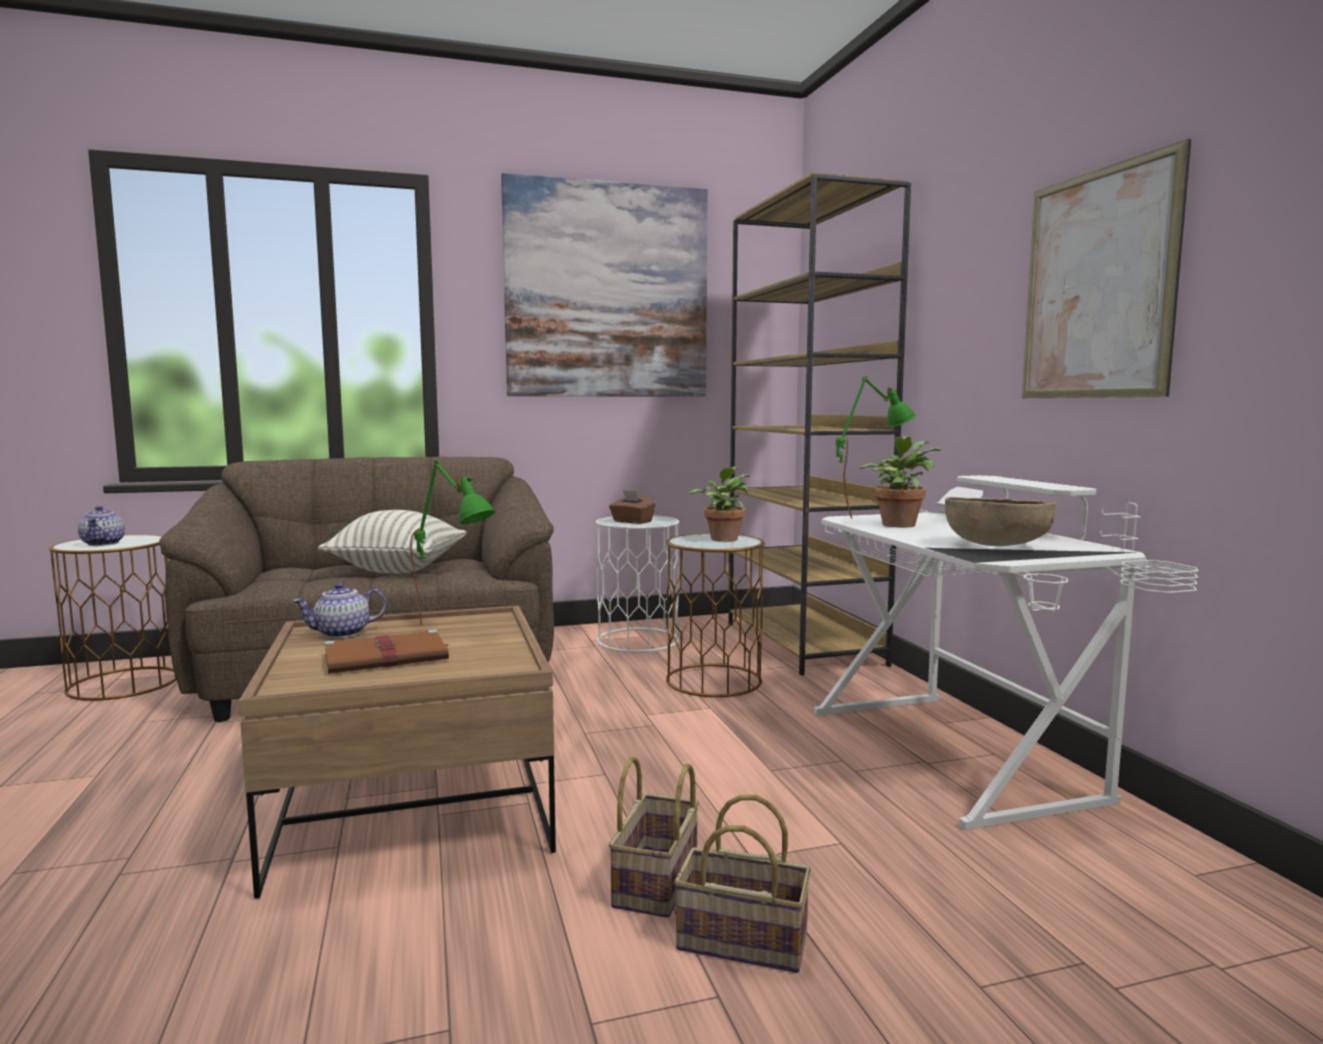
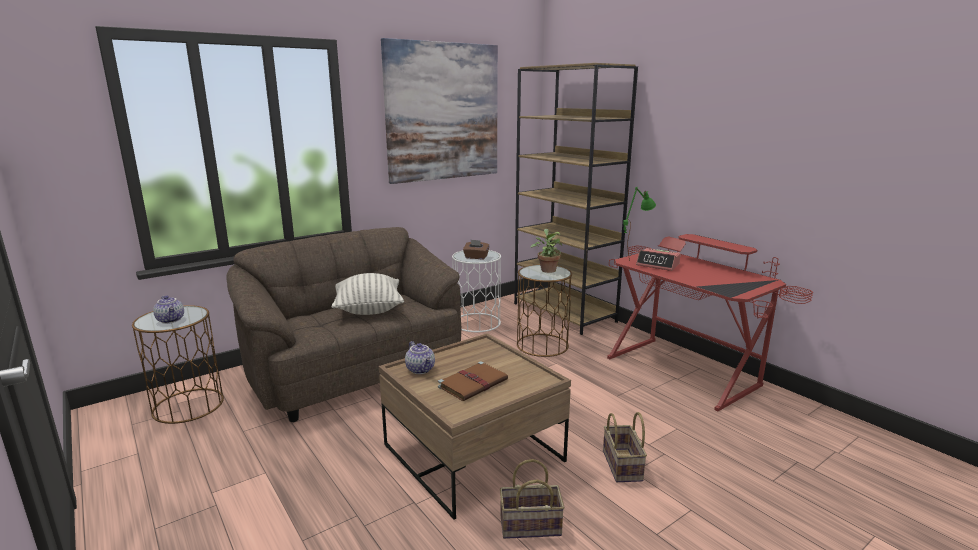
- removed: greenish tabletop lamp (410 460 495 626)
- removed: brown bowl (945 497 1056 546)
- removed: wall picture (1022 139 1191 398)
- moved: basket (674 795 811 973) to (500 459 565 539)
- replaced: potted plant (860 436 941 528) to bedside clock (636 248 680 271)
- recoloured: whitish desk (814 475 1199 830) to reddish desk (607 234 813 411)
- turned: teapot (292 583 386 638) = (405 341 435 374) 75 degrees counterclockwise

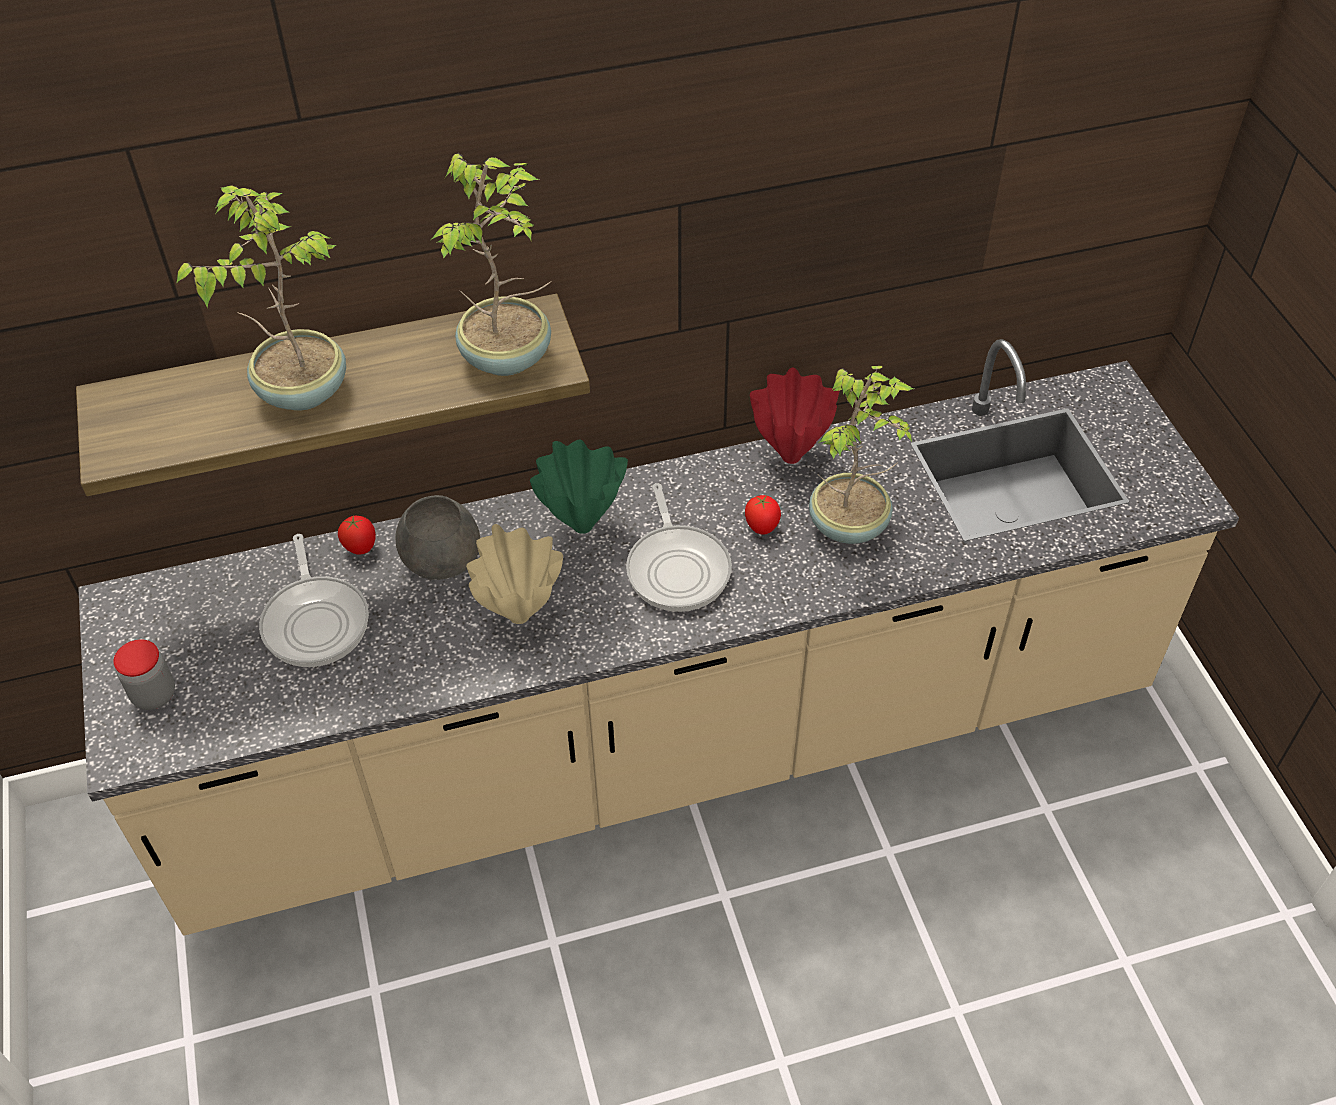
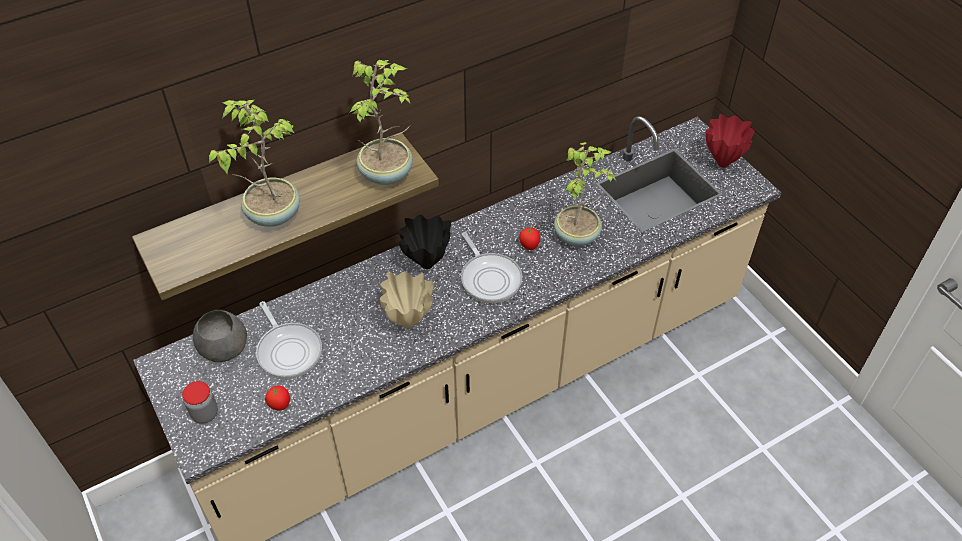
- moved: whole tomato (338 516 376 555) to (265 386 290 411)
- moved: greyish bowl (396 495 480 580) to (193 310 247 362)
- moved: reddish decorative vase (750 368 840 464) to (705 114 755 168)
- recoloured: greenish decorative vase (530 440 628 534) to blackish decorative vase (398 215 451 269)

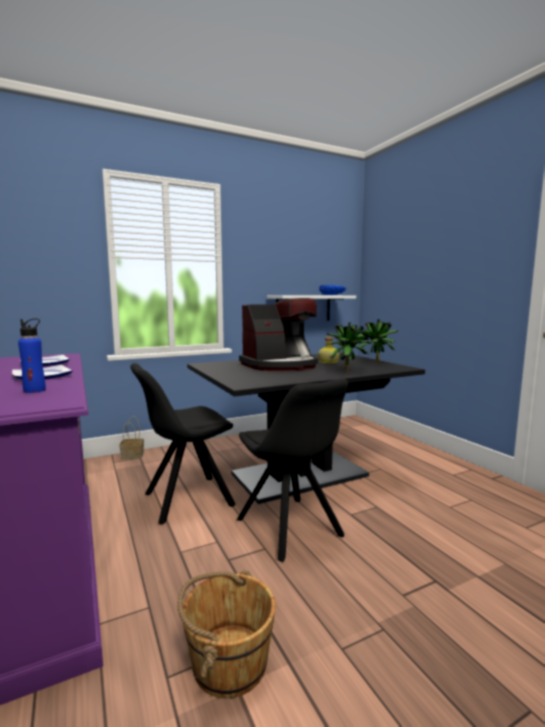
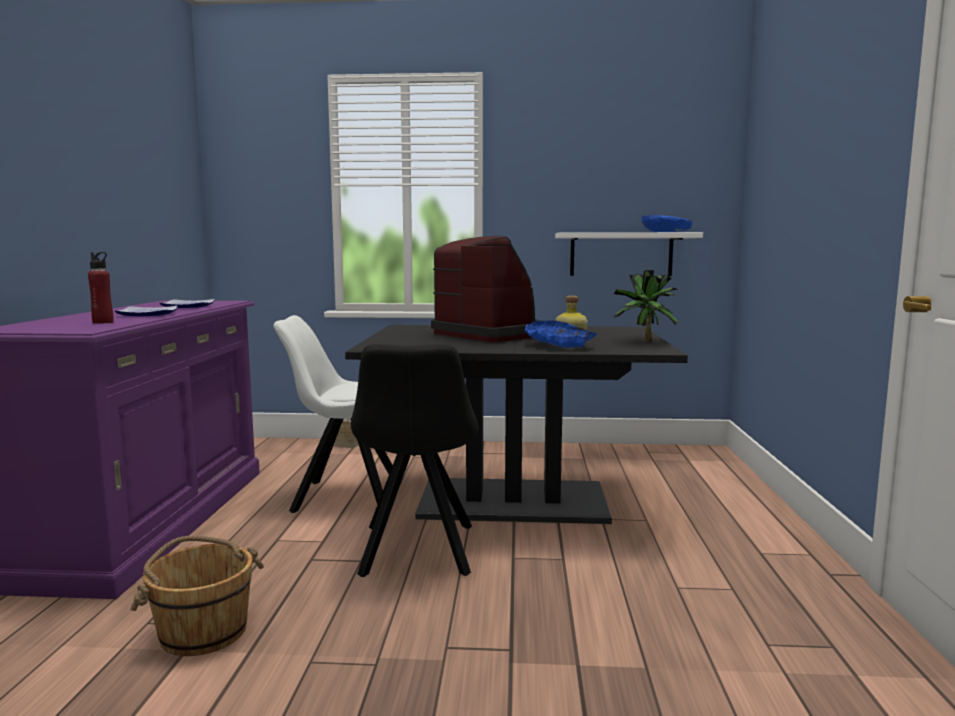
- replaced: potted plant (327 322 371 371) to blue-coloured bowl (525 320 597 348)
- recoloured: blue-coloured bottle (18 318 46 393) to reddish bottle (88 252 114 324)
- recoloured: blackish chair (130 363 235 525) to whitish chair (274 315 393 513)
- turned: coffee brewer (239 298 318 371) = (431 236 541 342) 135 degrees counterclockwise

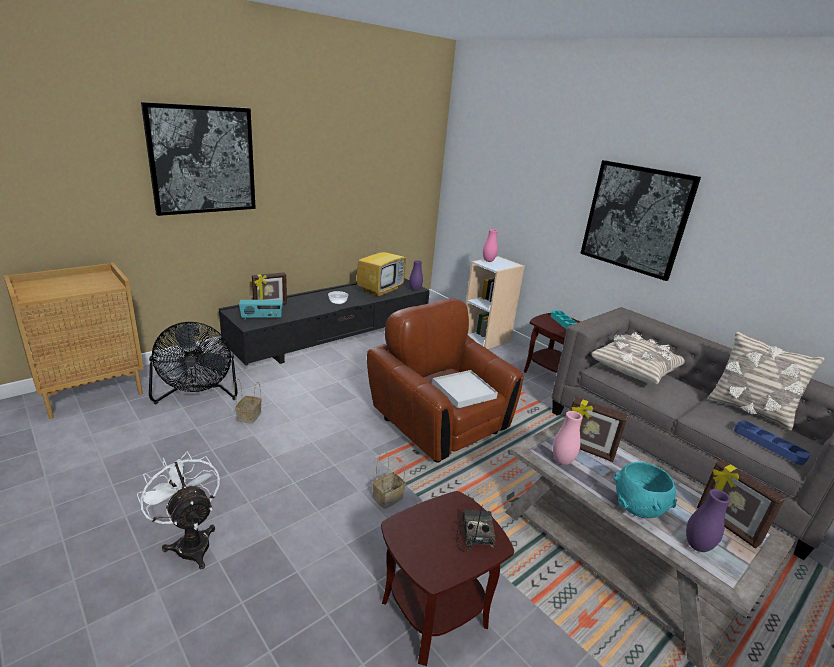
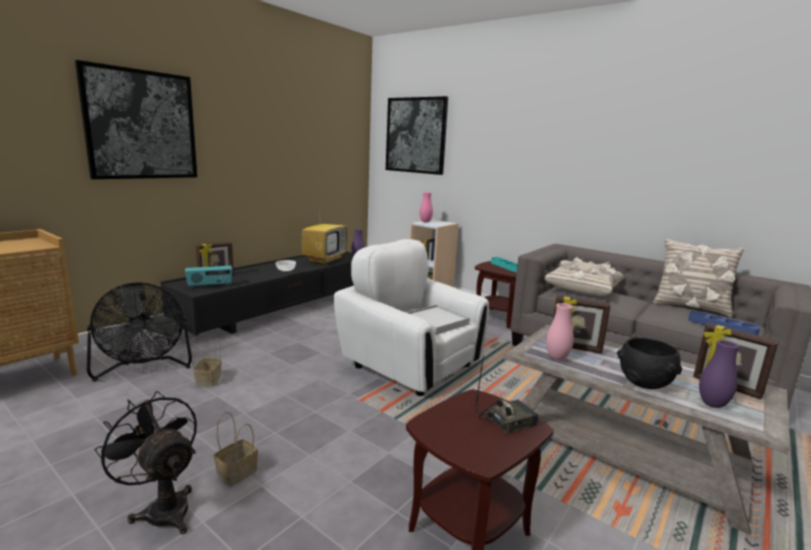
- moved: basket (373 451 406 509) to (214 411 258 487)
- moved: wall picture (580 160 701 281) to (386 96 448 175)
- recoloured: whitish fan (137 451 220 569) to blackish fan (95 391 197 534)
- recoloured: brown armchair (367 298 523 463) to whitish armchair (334 239 489 396)
- recoloured: turquoise bowl (613 462 677 518) to blackish bowl (617 338 682 389)
- turned: radio receiver (456 504 496 552) = (476 355 539 434) 75 degrees clockwise

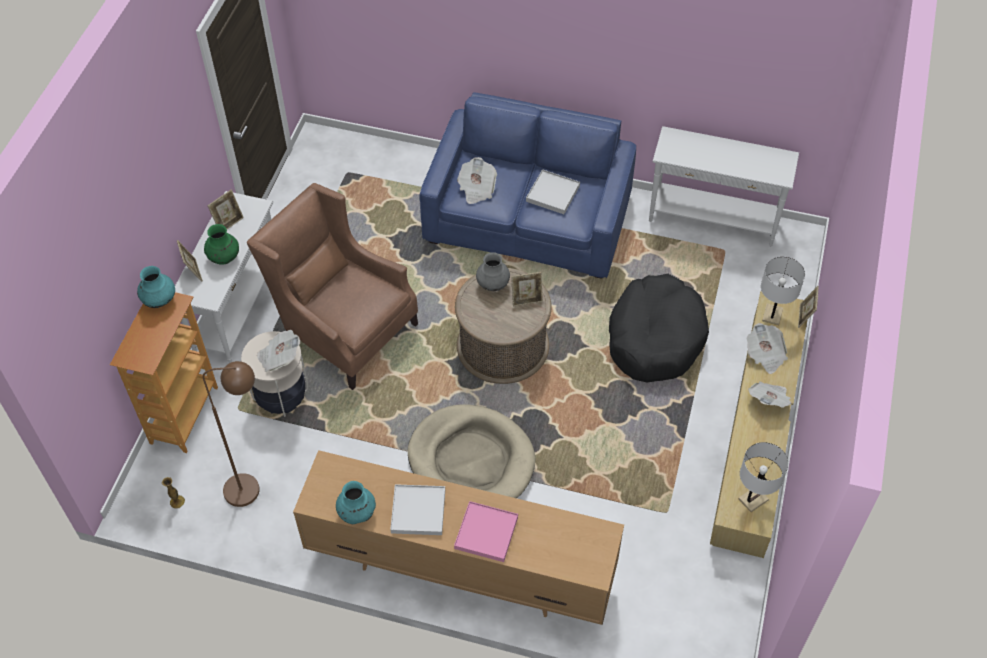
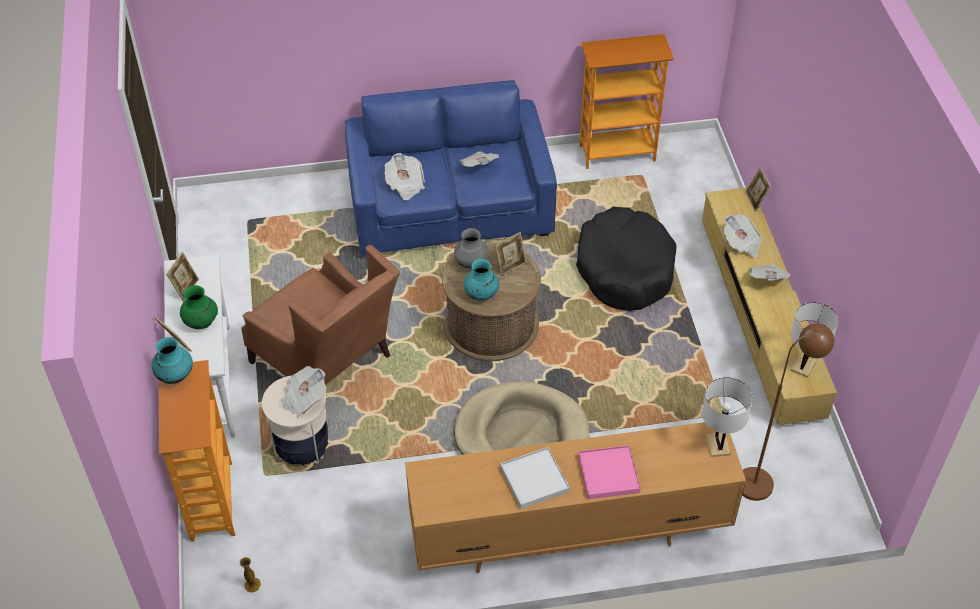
- moved: brown standard lamp (203 361 260 507) to (742 323 834 501)
- moved: turquoise decorative vase (336 481 376 524) to (464 259 499 301)
- moved: whitish tabletop lamp (761 257 805 325) to (702 377 753 457)
- replaced: whitish carrying tray (526 169 580 214) to printed paper (460 151 499 167)
- replaced: whitish console table (649 126 799 246) to shelving unit (579 34 674 169)
- turned: brown armchair (247 183 418 390) = (241 245 400 385) 150 degrees counterclockwise

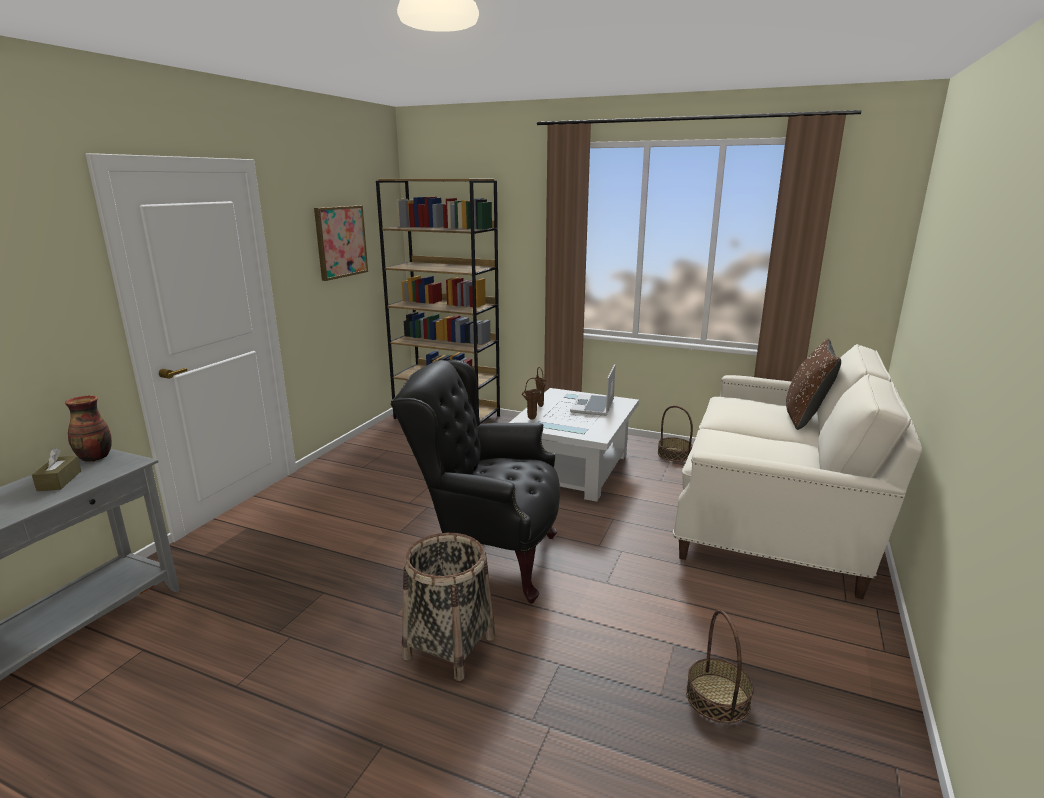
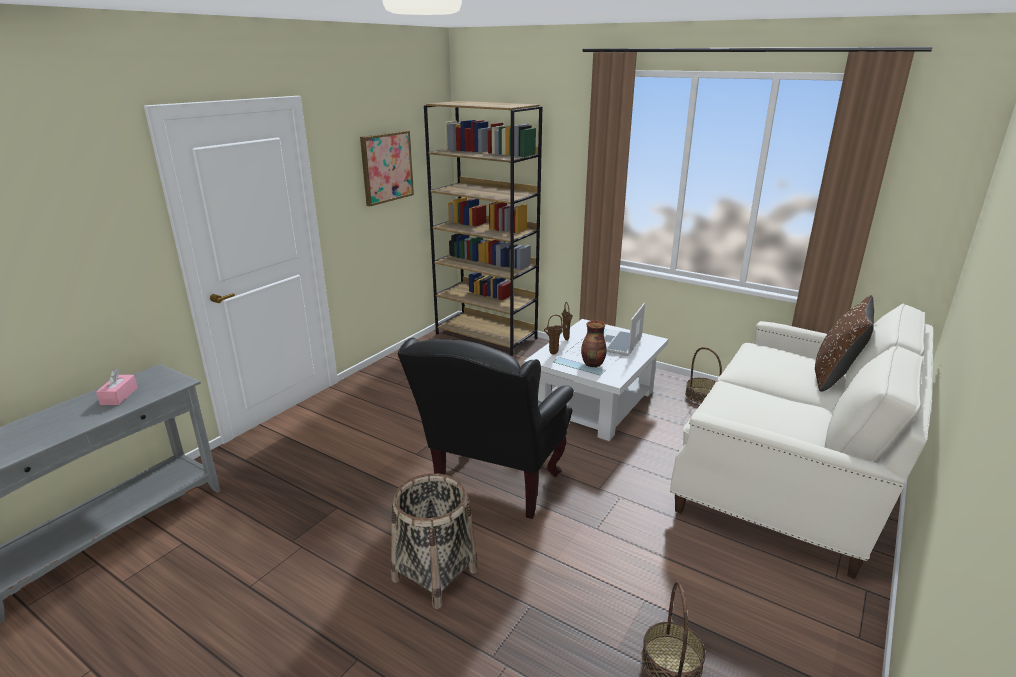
- moved: decorative vase (65 395 112 462) to (581 321 607 367)
- recoloured: brown tissue holder (32 448 81 491) to pink tissue holder (96 369 138 405)
- turned: blackish armchair (391 360 560 604) = (398 338 574 519) 90 degrees counterclockwise

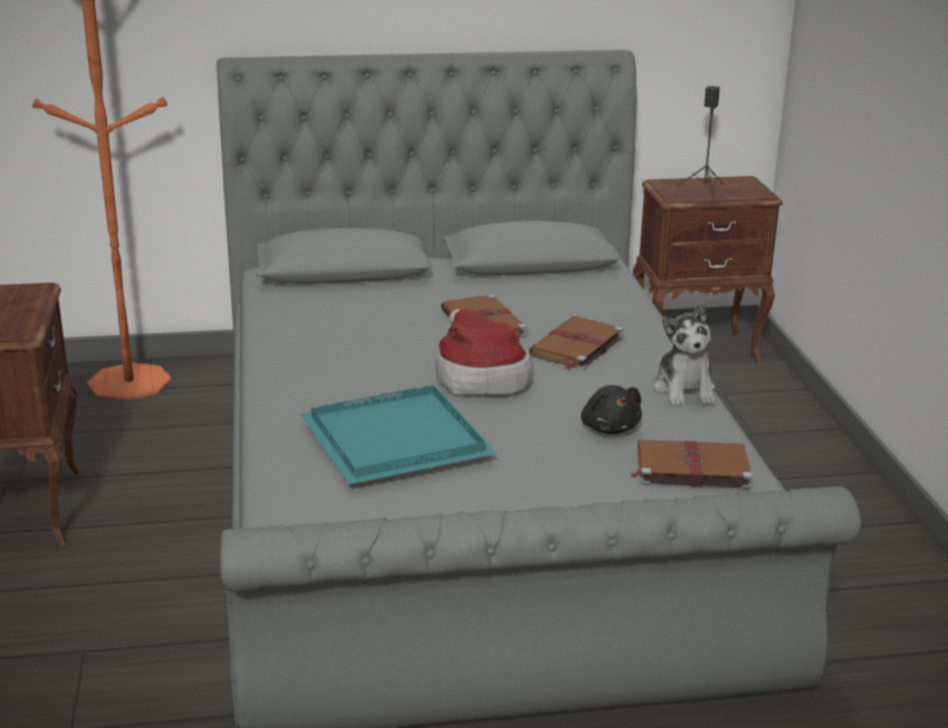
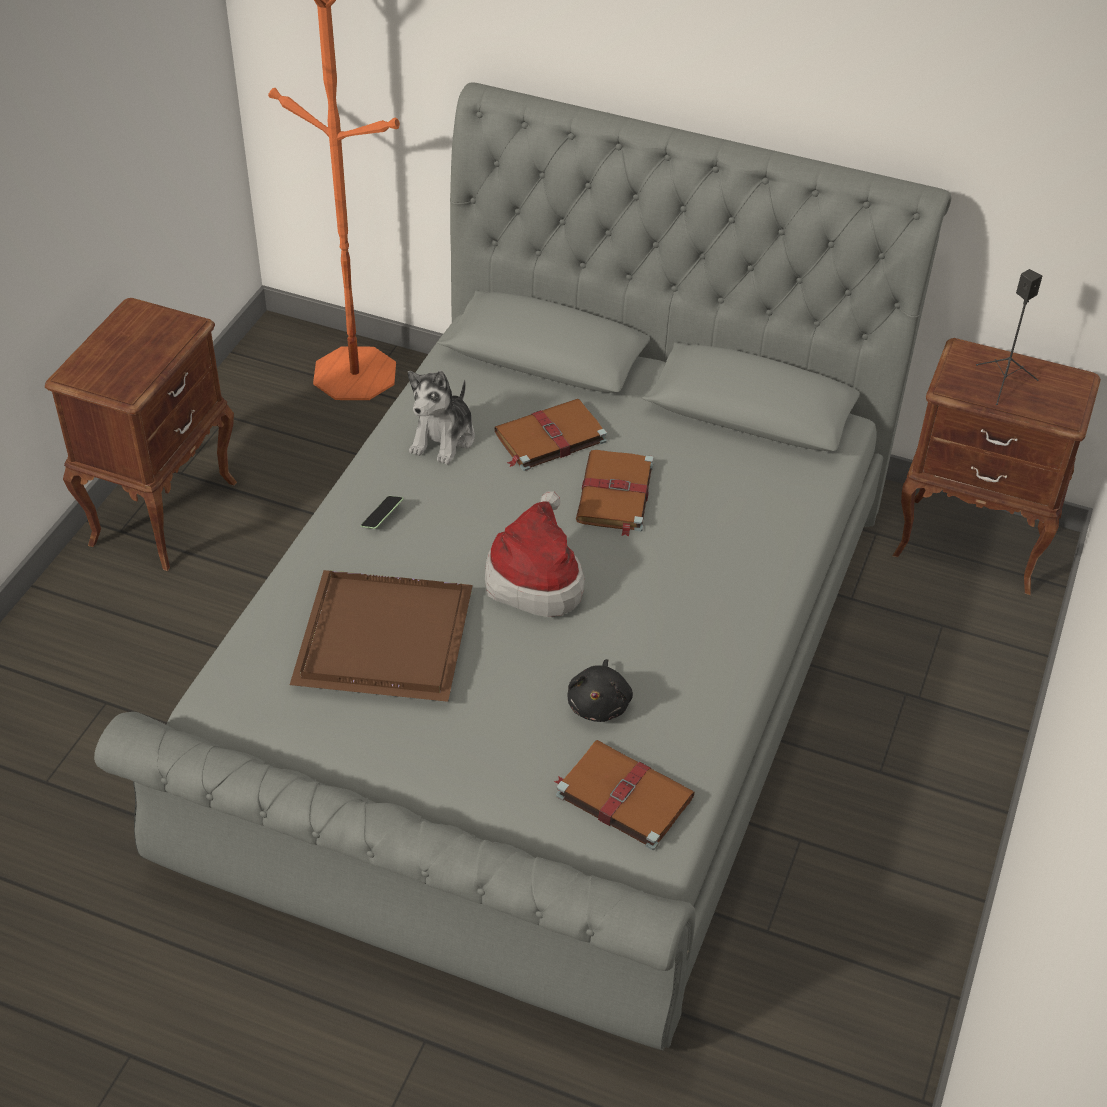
- added: handset (361 496 404 529)
- moved: brown bound book (529 316 623 371) to (494 399 607 471)
- moved: soft toy (654 303 716 406) to (408 370 475 465)
- recoloured: turquoise carrying tray (301 385 497 484) to brown carrying tray (290 570 473 702)

